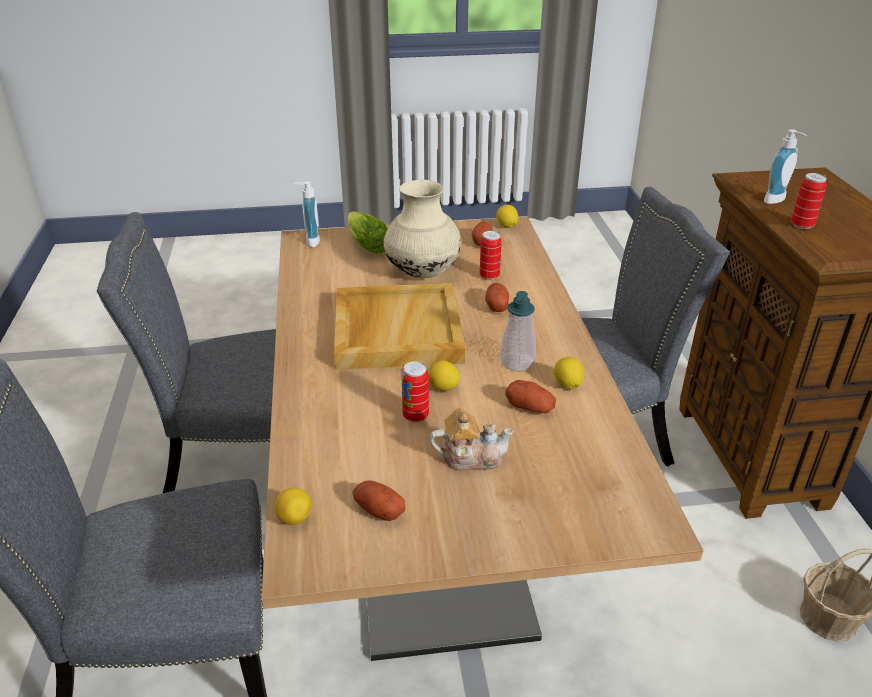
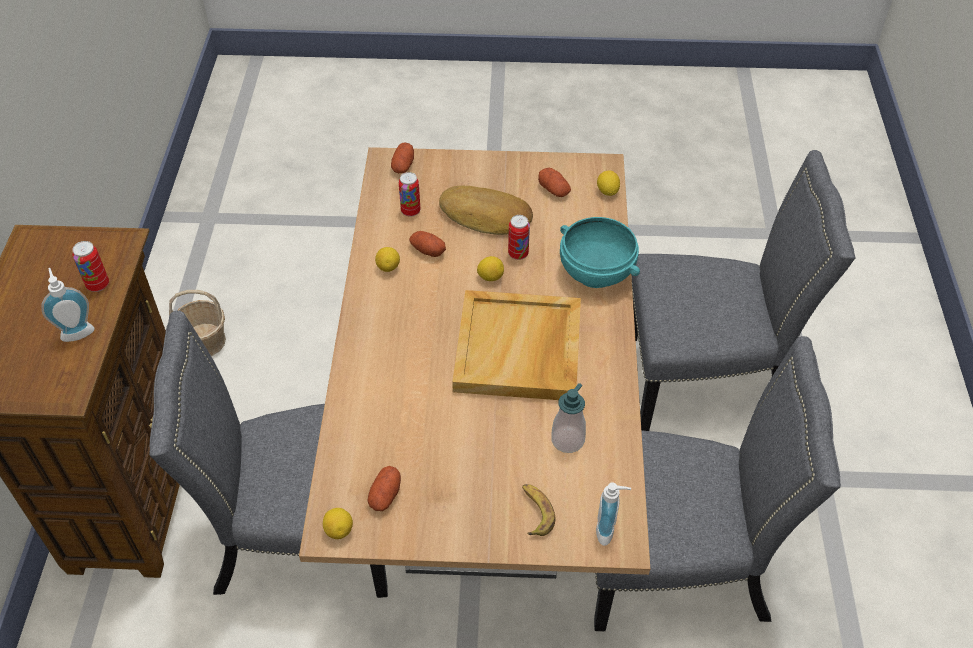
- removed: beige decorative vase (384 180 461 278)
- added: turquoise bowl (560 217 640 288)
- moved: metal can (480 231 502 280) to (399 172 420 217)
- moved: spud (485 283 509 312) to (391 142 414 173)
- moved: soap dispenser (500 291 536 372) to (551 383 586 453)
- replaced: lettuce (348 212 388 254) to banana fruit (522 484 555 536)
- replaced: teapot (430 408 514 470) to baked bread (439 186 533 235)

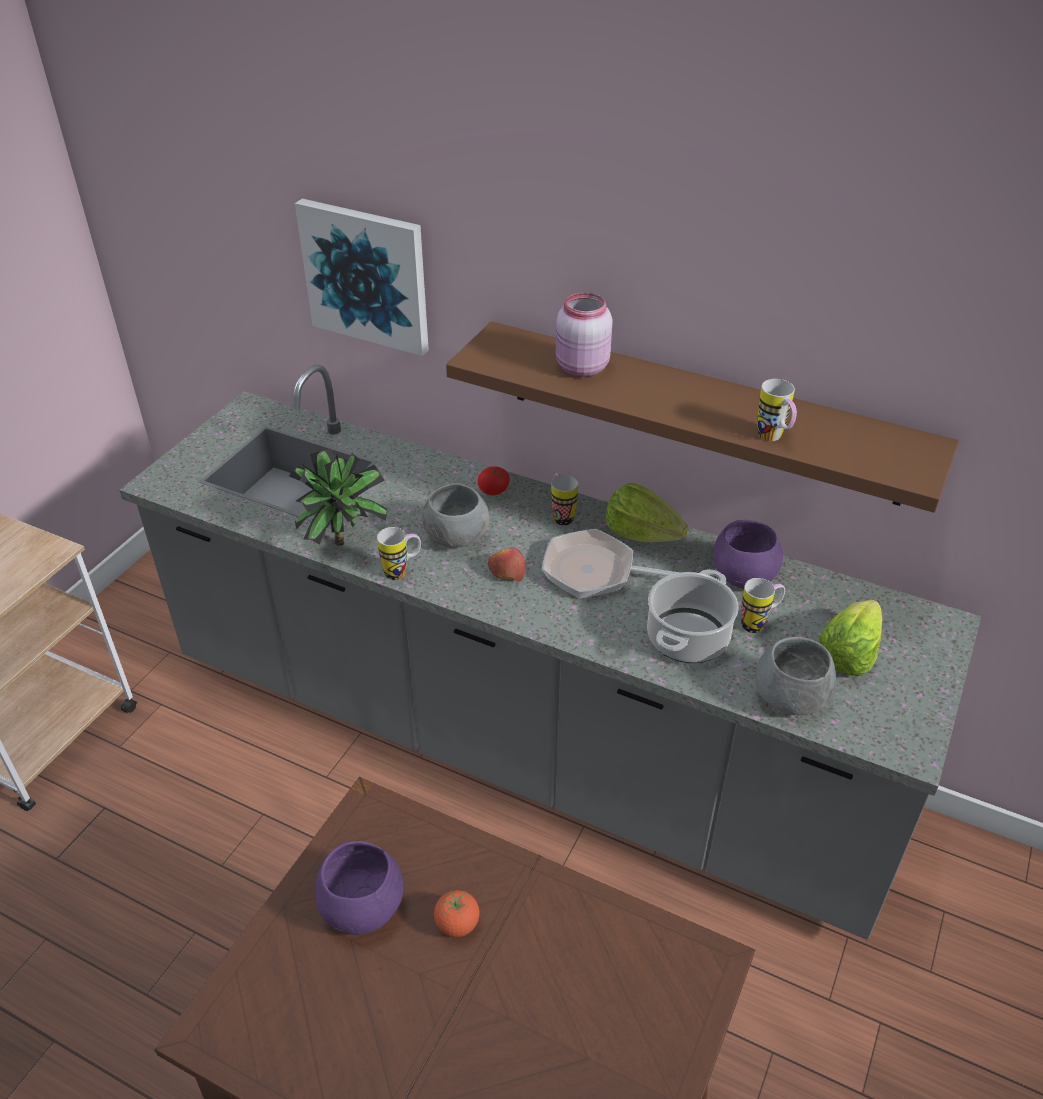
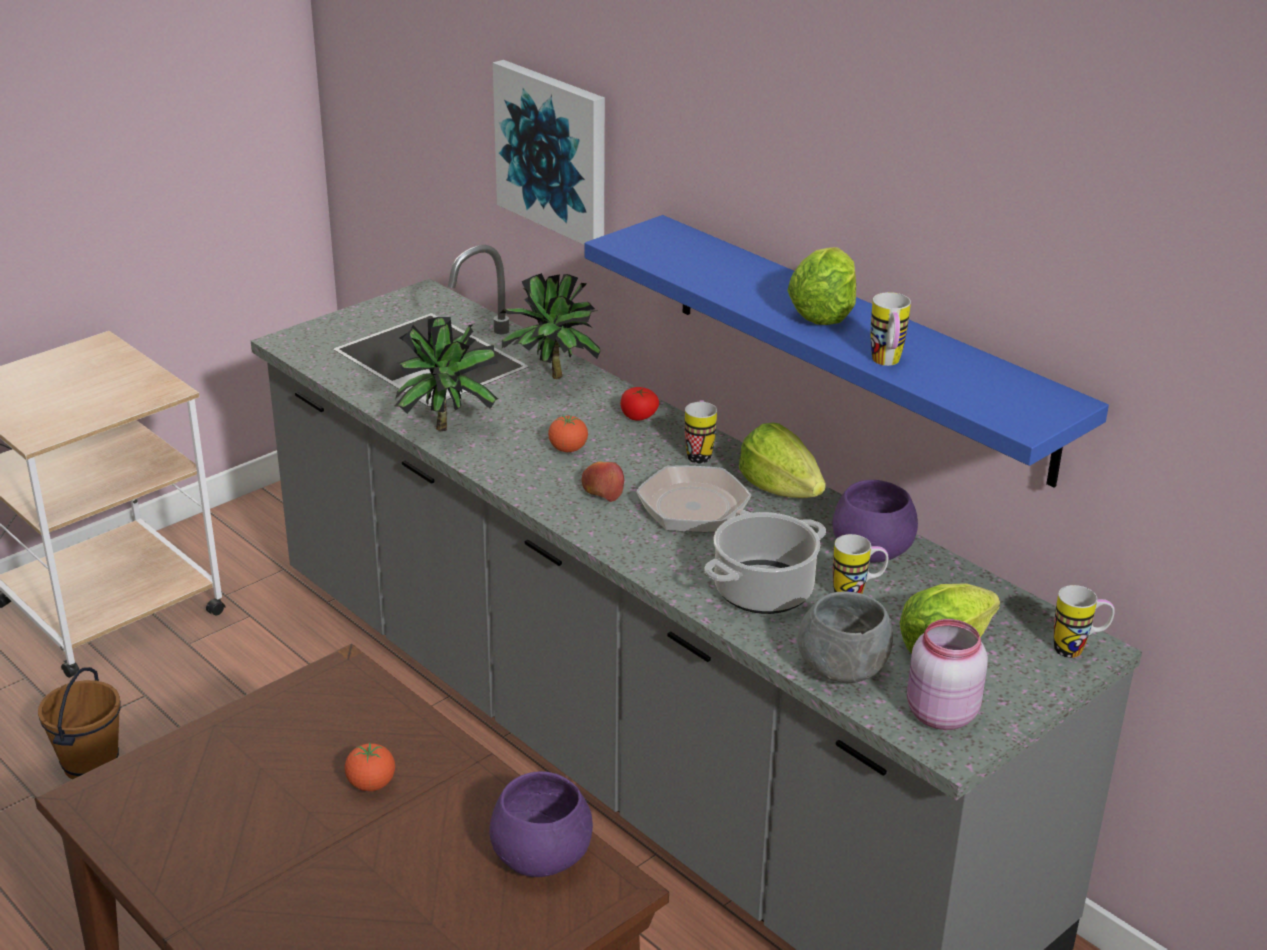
- added: brown pail (38 667 120 780)
- added: potted plant (500 273 601 379)
- added: lettuce (787 247 856 325)
- moved: purple-coloured bowl (315 841 403 935) to (489 771 593 877)
- moved: tea mug (377 527 421 580) to (1054 585 1115 658)
- moved: pink storage jar (556 292 613 377) to (907 619 988 730)
- replaced: greyish bowl (422 483 489 548) to whole tomato (548 415 588 452)
- recoloured: brown shelf (446 321 959 513) to blue-coloured shelf (585 215 1109 488)

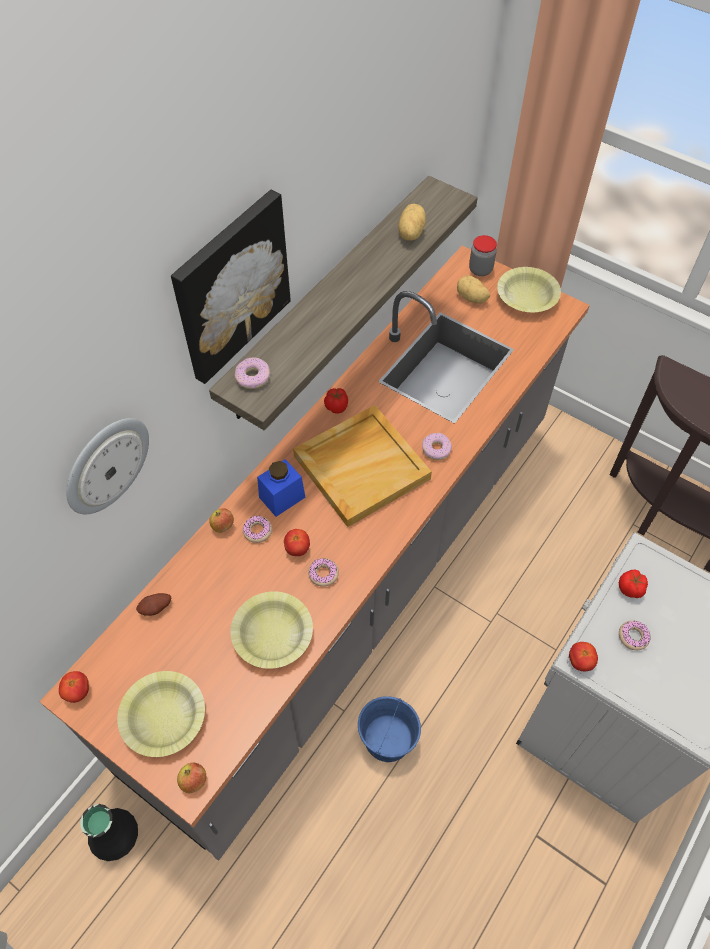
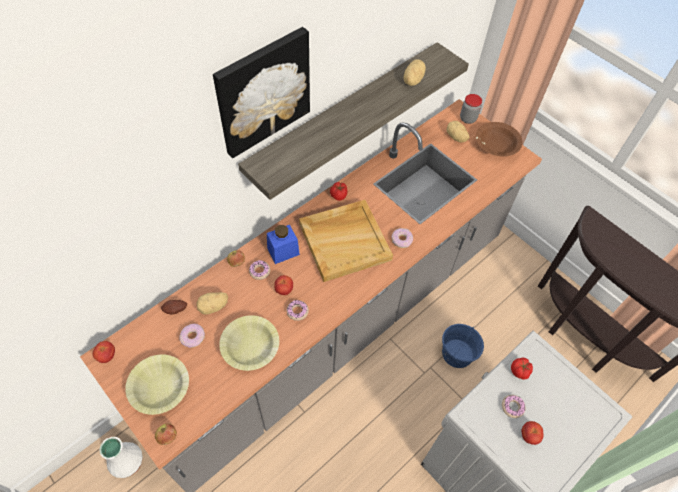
- removed: clock on the wall (66 418 149 514)
- added: spud (196 292 228 315)
- moved: doughnut (234 357 271 389) to (179 324 205 348)
- moved: blue-coloured pail (358 696 421 762) to (442 324 484 368)
- moved: whole tomato (569 642 598 671) to (522 421 544 445)
- recoloured: blackish decorative vase (80 804 138 861) to whitish decorative vase (99 437 143 478)
- recoloured: yellowish bowl (497 267 561 312) to brown bowl (476 122 523 157)

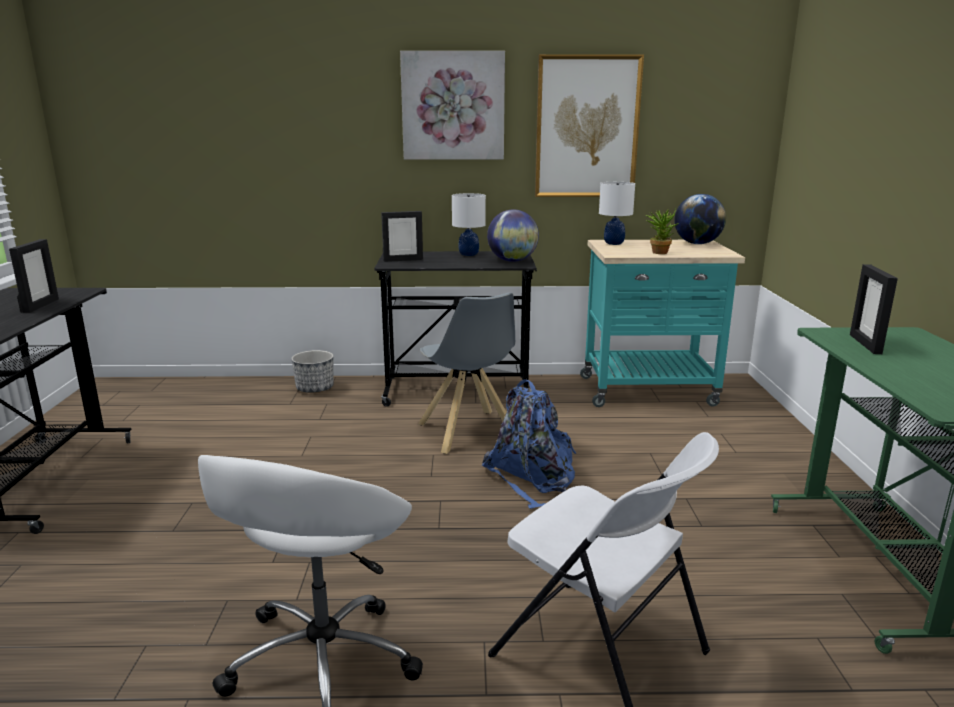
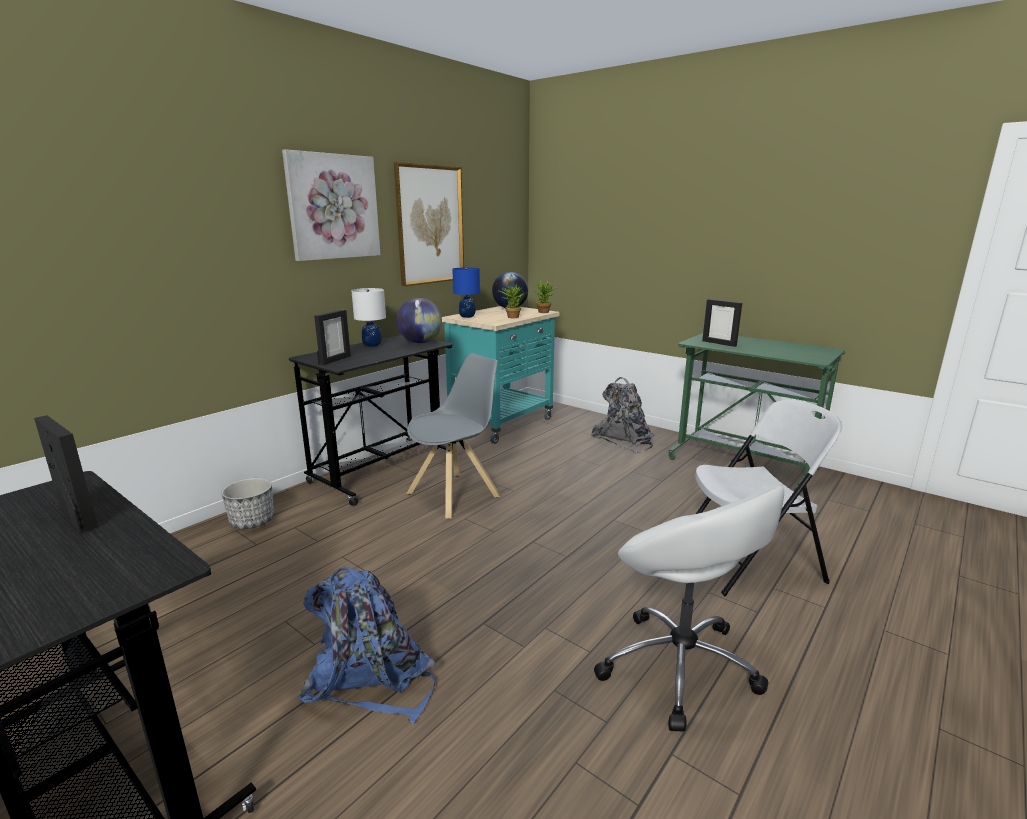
- added: potted plant (533 281 558 313)
- added: greyish knapsack (591 377 654 453)
- moved: blue-coloured knapsack (482 379 576 509) to (298 567 435 723)
- recoloured: whitish tabletop lamp (599 182 635 245) to blue-coloured tabletop lamp (452 267 480 318)
- turned: greyish chair (418 292 515 454) = (406 353 501 519) 60 degrees counterclockwise

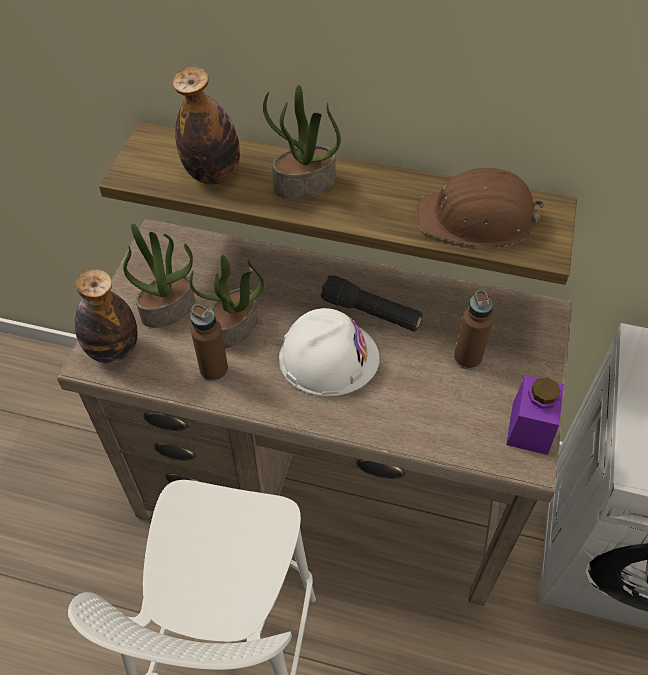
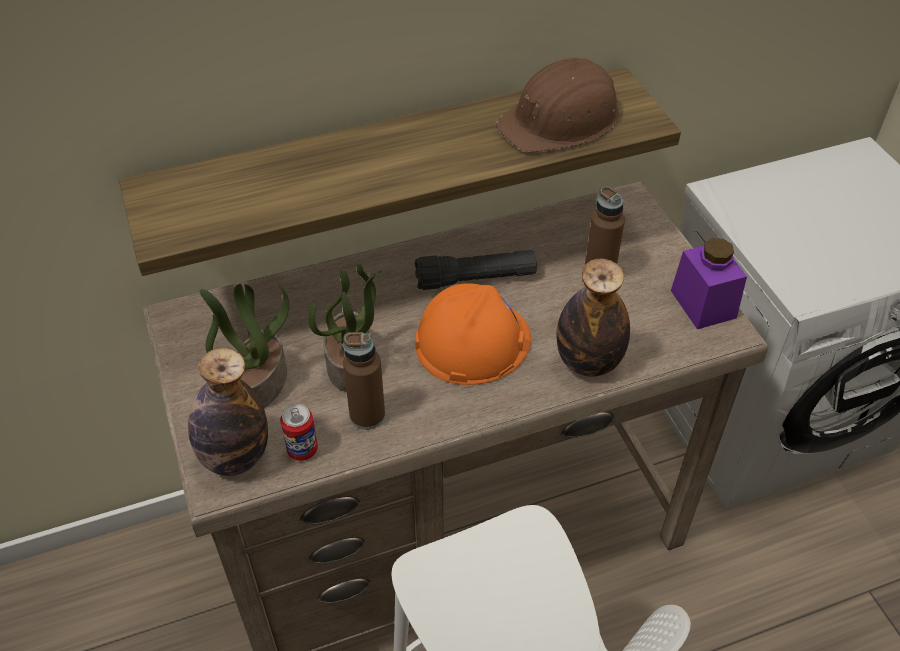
- removed: potted plant (263 85 341 200)
- added: metal can (280 404 318 461)
- moved: bottle (172 67 240 185) to (557 259 630 377)
- recoloured: whitish work helmet (279 308 380 396) to orange work helmet (415 283 531 385)

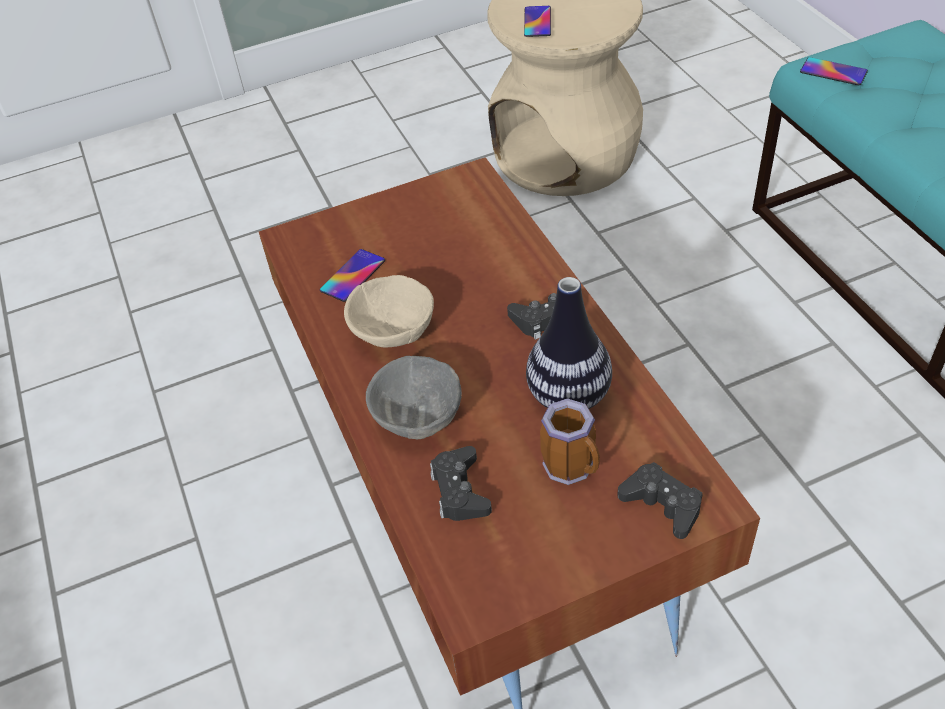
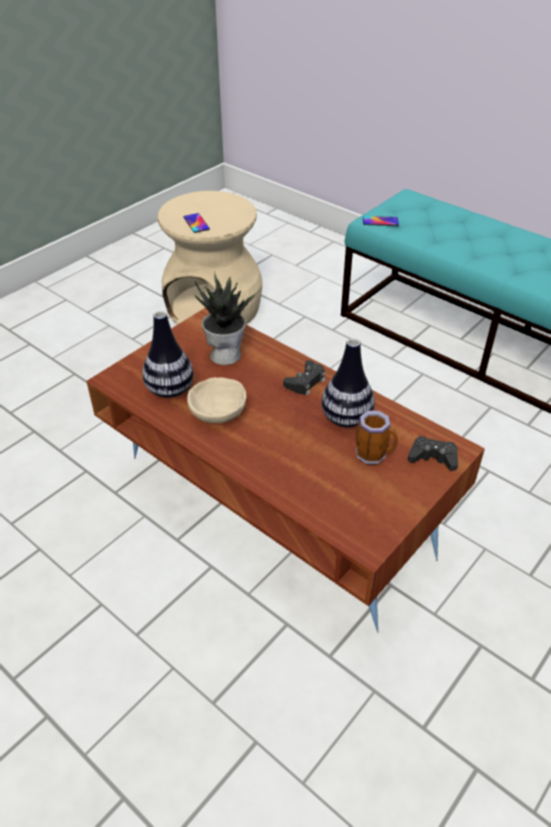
- removed: greyish bowl (366 356 462 439)
- removed: blackish joypad (430 446 492 521)
- added: potted plant (194 271 259 365)
- replaced: handset (320 249 385 302) to decorative vase (142 311 194 398)

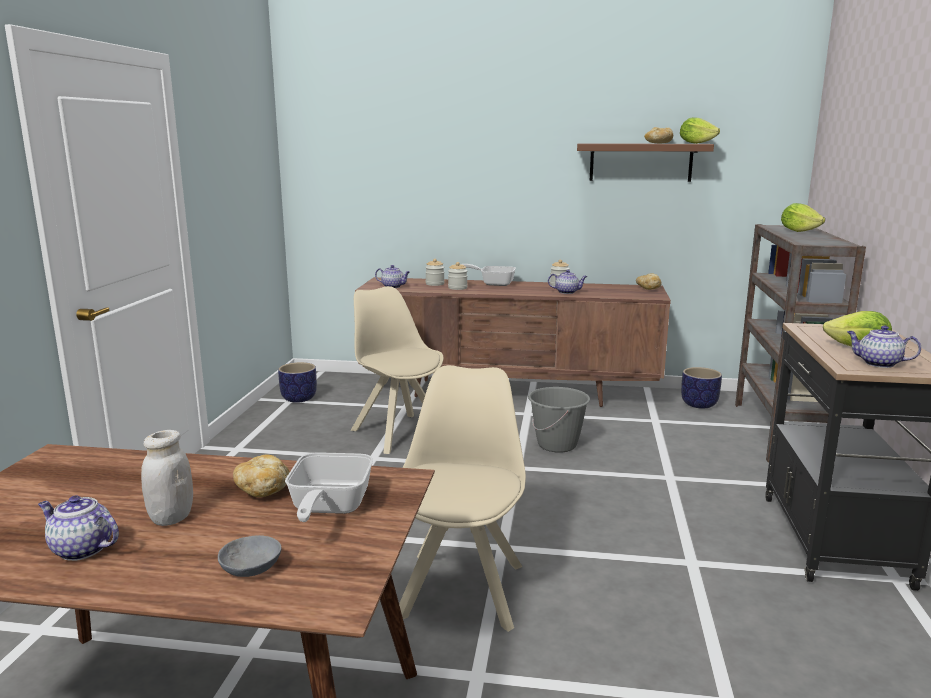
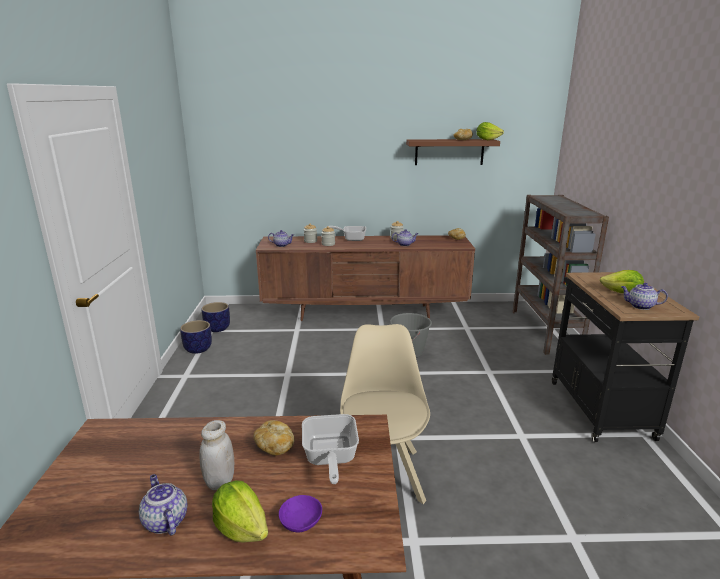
- removed: beige chair (350 286 443 454)
- moved: plant pot (681 367 722 409) to (180 320 212 354)
- moved: lettuce (781 203 825 232) to (212 481 268 543)
- recoloured: greyish bowl (218 535 281 577) to purple-coloured bowl (279 495 322 533)
- turned: teapot (38 495 119 561) = (139 474 188 536) 45 degrees clockwise

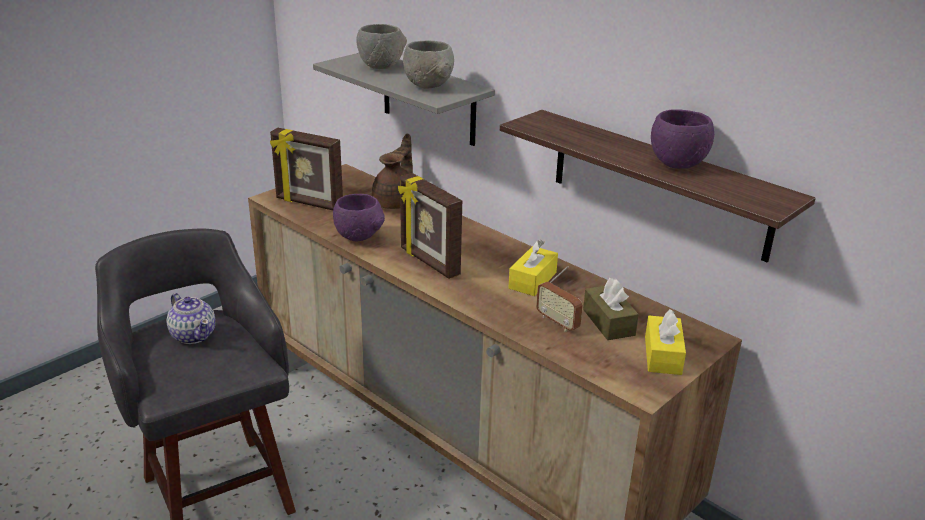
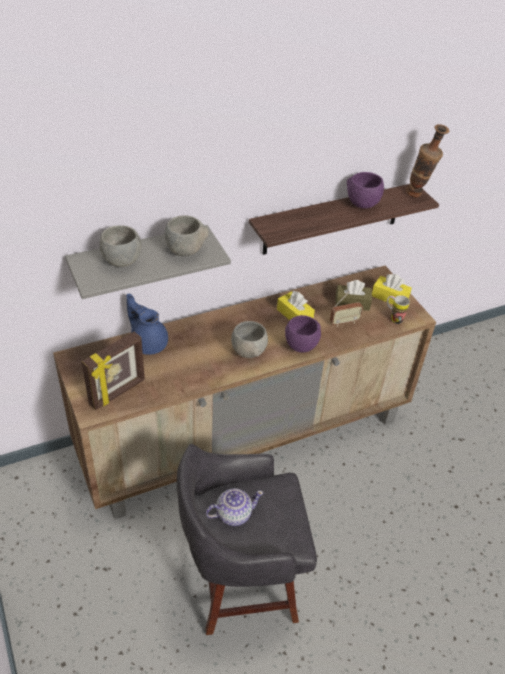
- added: tea mug (387 295 410 324)
- added: decorative vase (406 124 449 197)
- moved: purple-coloured bowl (333 194 385 241) to (285 315 321 353)
- replaced: picture frame (398 173 462 279) to greyish bowl (231 321 268 358)
- recoloured: brown teapot (372 133 413 209) to blue-coloured teapot (127 293 168 355)

